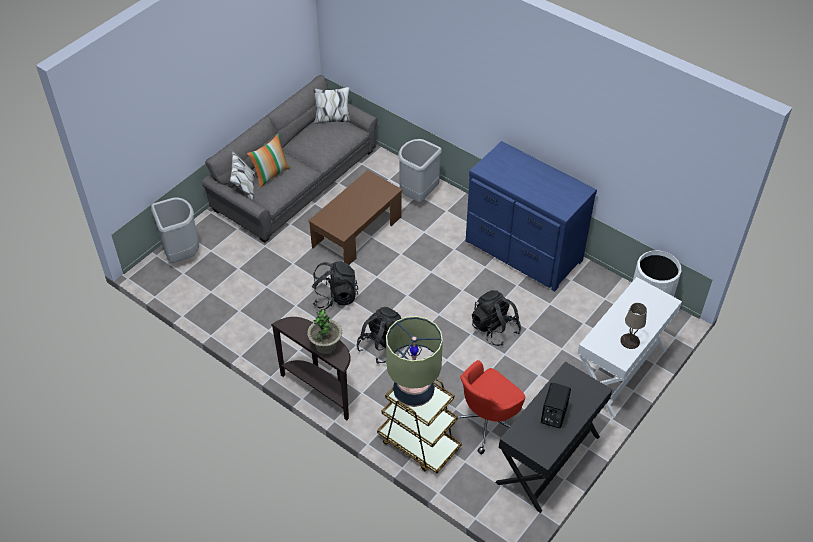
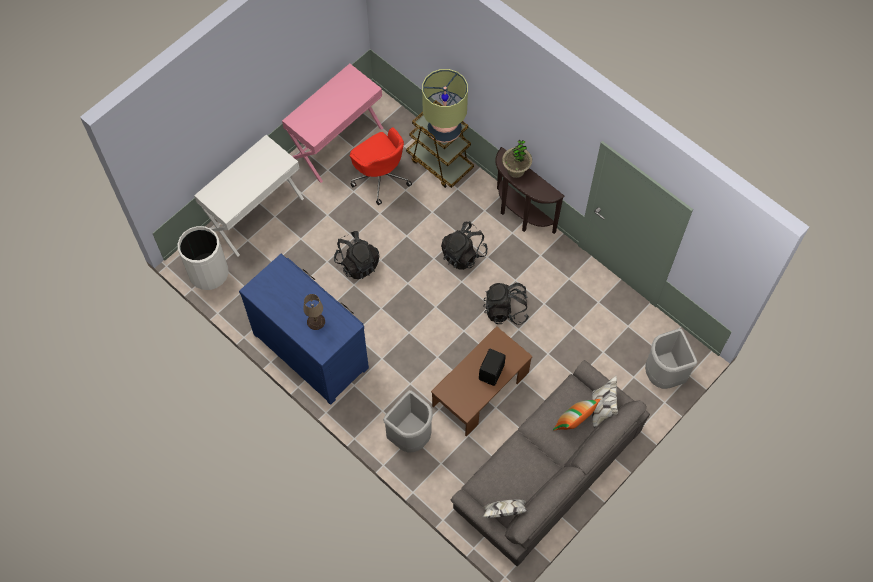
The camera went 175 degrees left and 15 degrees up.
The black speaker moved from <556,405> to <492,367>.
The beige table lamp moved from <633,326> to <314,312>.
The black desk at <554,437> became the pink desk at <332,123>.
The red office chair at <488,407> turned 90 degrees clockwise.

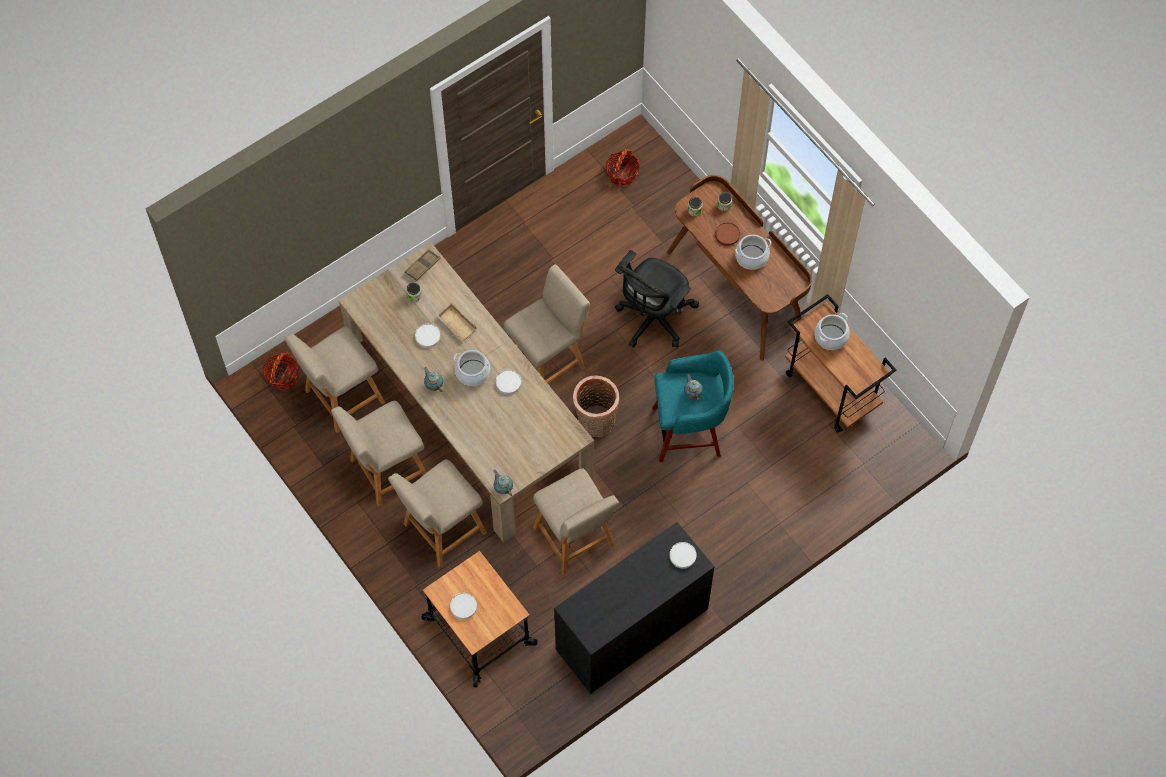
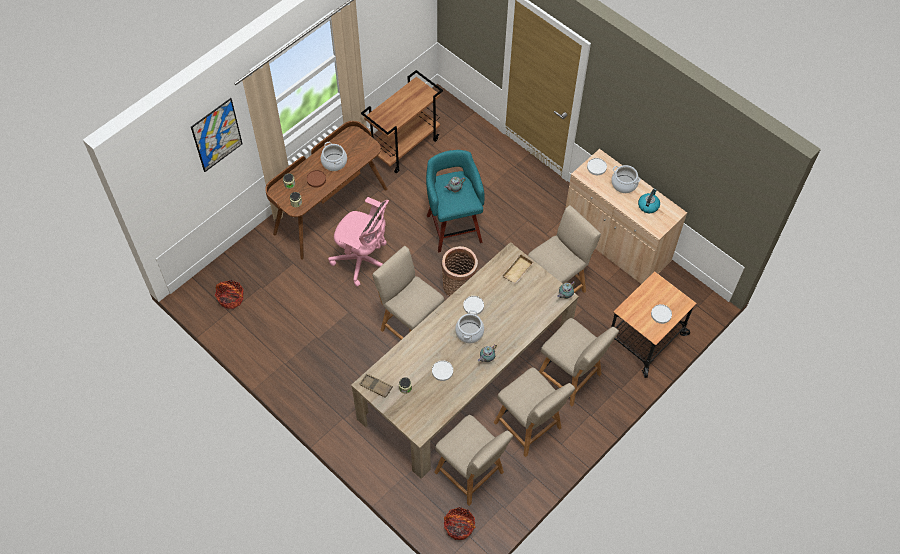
The camera went 100 degrees left and 5 degrees down.
The picture at <217,135> appeared.
The kettle at <649,200> appeared.
The beige tray moved from <457,322> to <518,269>.
The cooking pot moved from <832,331> to <626,179>.
The black cabinet at <634,608> became the beige cabinet at <626,216>.
The black office chair at <657,299> became the pink office chair at <358,242>.

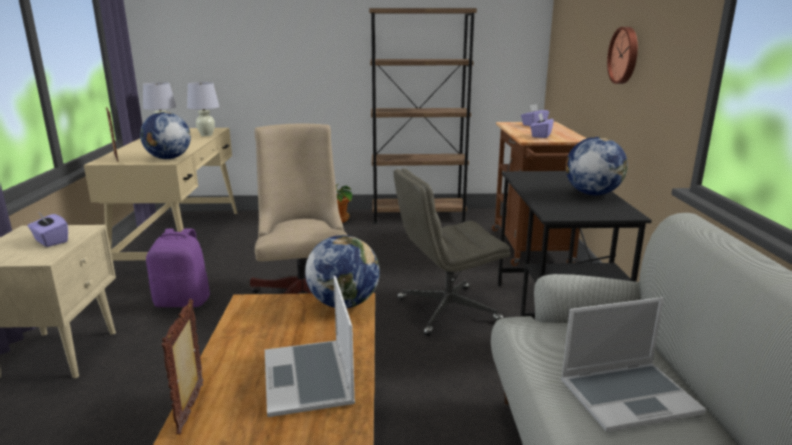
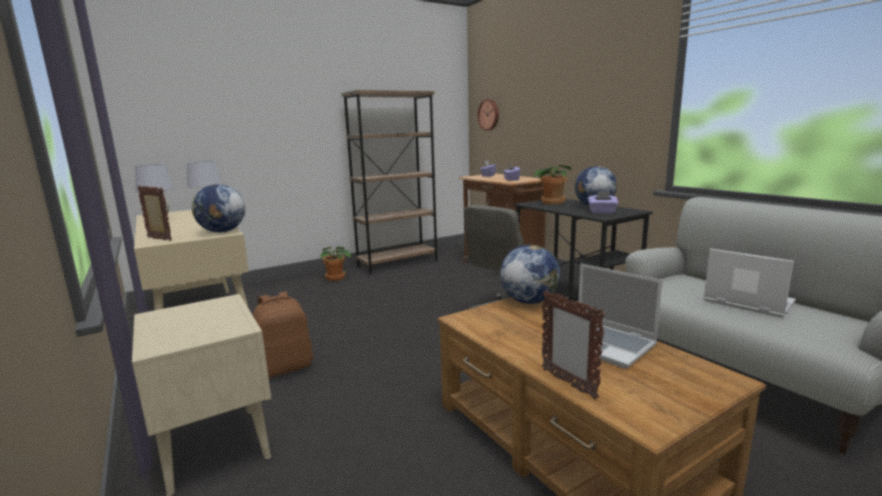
The camera went 30 degrees left and 5 degrees down.
The beige office chair at <298,209> disappeared.
The potted plant at <552,184> appeared.
The purple tissue box moved from <48,229> to <603,202>.
The wall clock moved from <622,55> to <488,115>.
The purple backpack at <178,267> became the brown backpack at <283,334>.
The laptop at <633,364> turned 90 degrees counterclockwise.

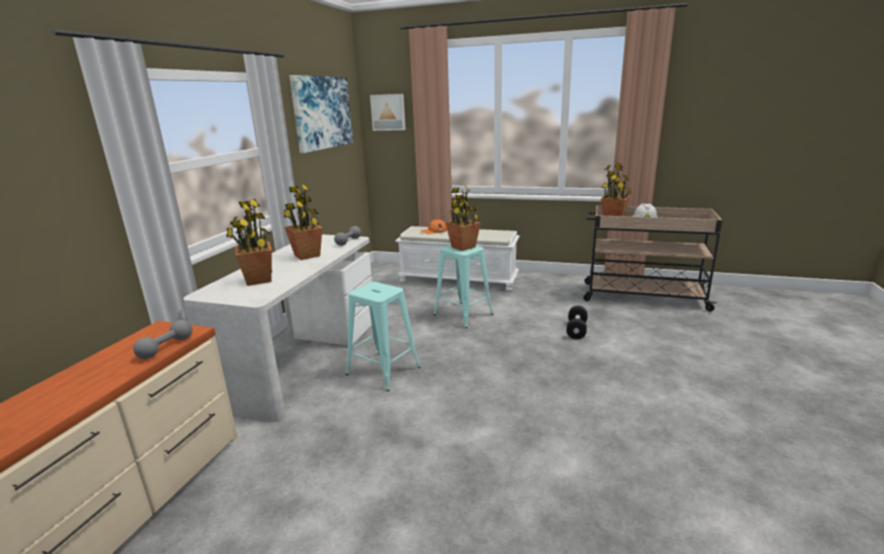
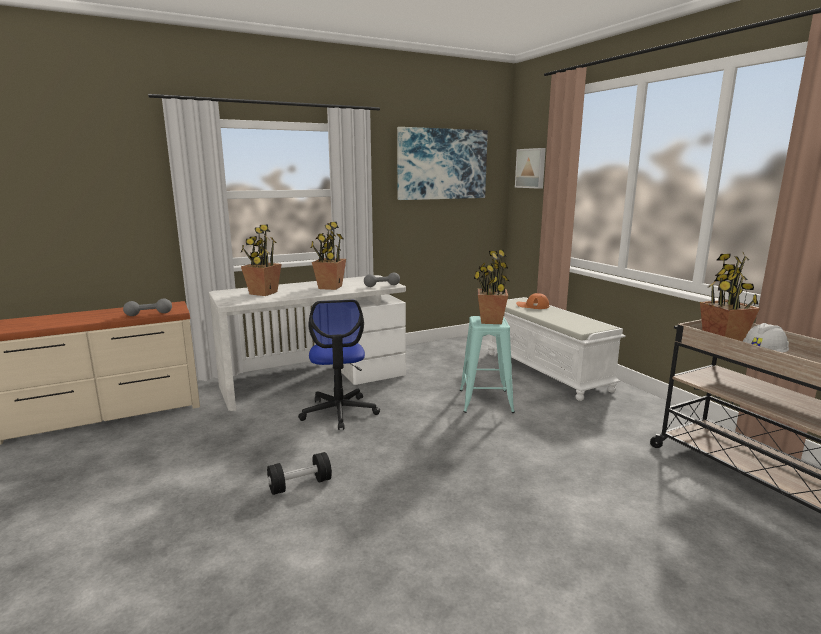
The camera went 45 degrees right and 5 degrees down.
The black dumbbell moved from <577,322> to <299,473>.
The turquoise stool at <382,336> was replaced by the office chair at <339,365>.

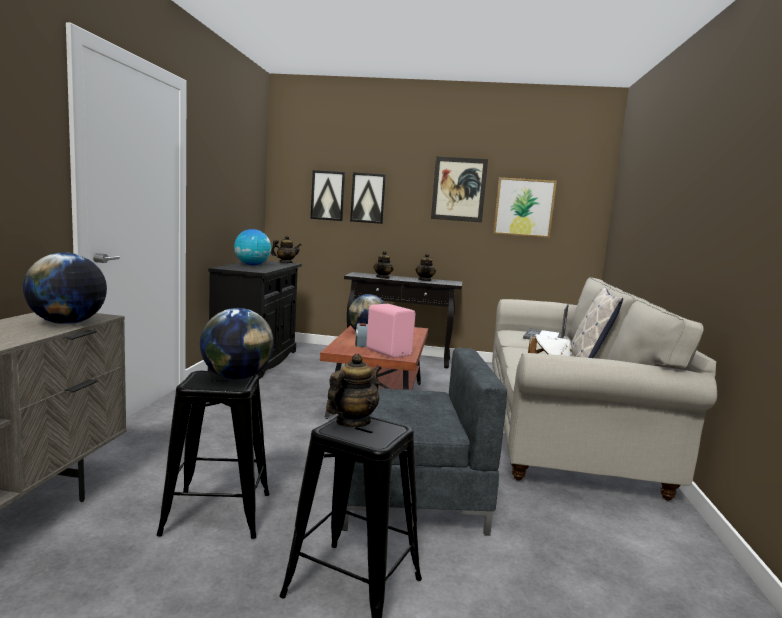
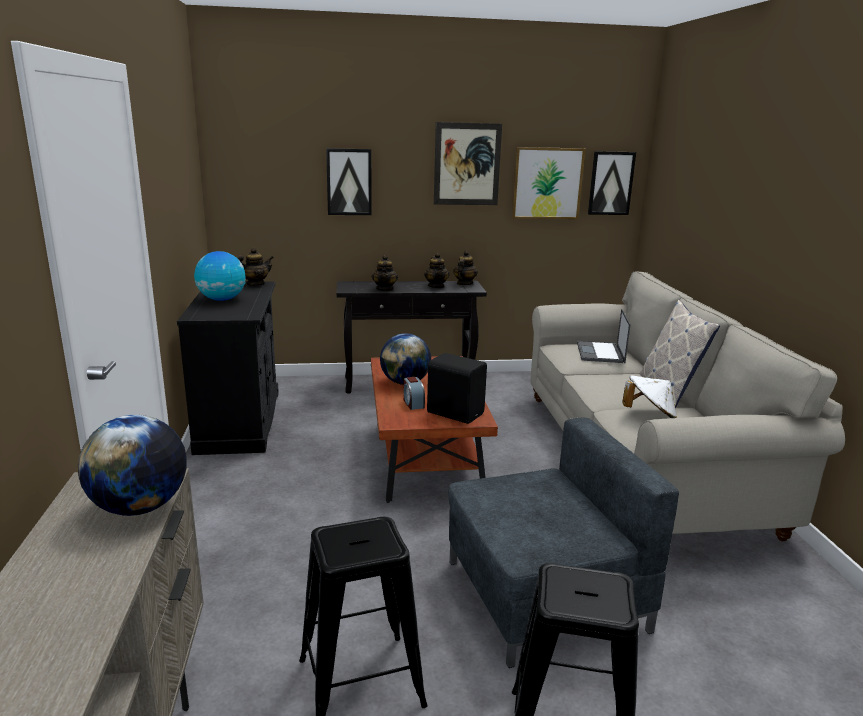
The camera went 15 degrees left and 10 degrees up.
The globe at <237,343> disappeared.
The picture moved from <328,195> to <612,183>.
The teapot moved from <354,390> to <465,268>.
The pink speaker at <390,331> became the black speaker at <457,388>.

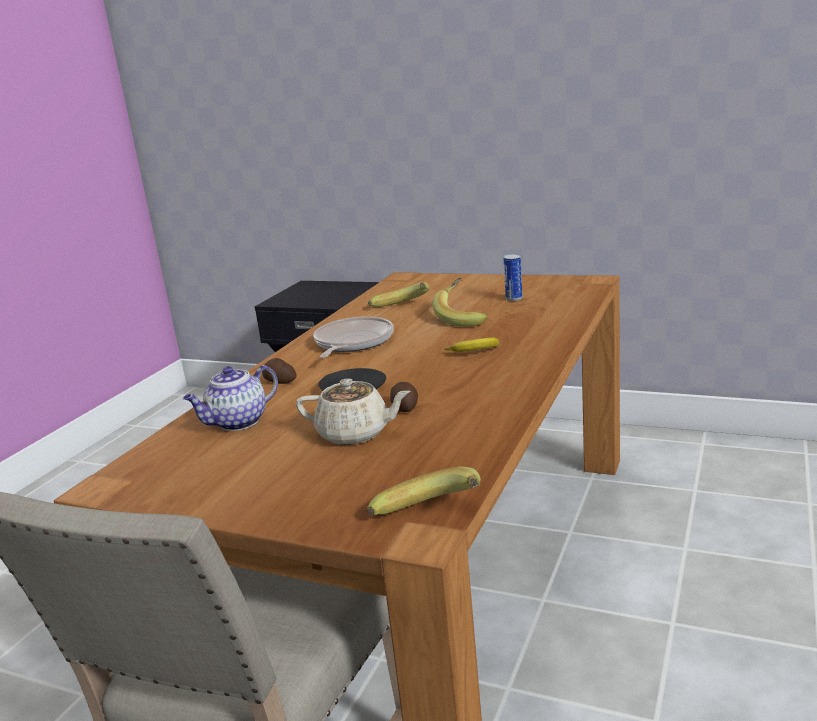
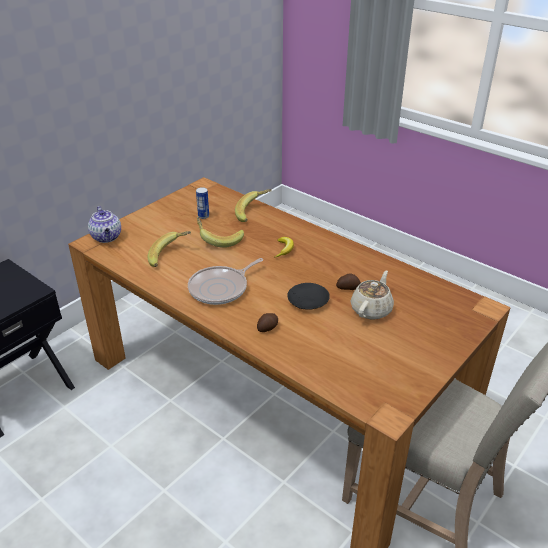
The camera went 75 degrees left and 15 degrees up.
The teapot moved from <230,398> to <104,224>.
The banana moved from <424,491> to <253,205>.
The frying pan at <353,337> turned 75 degrees counterclockwise.

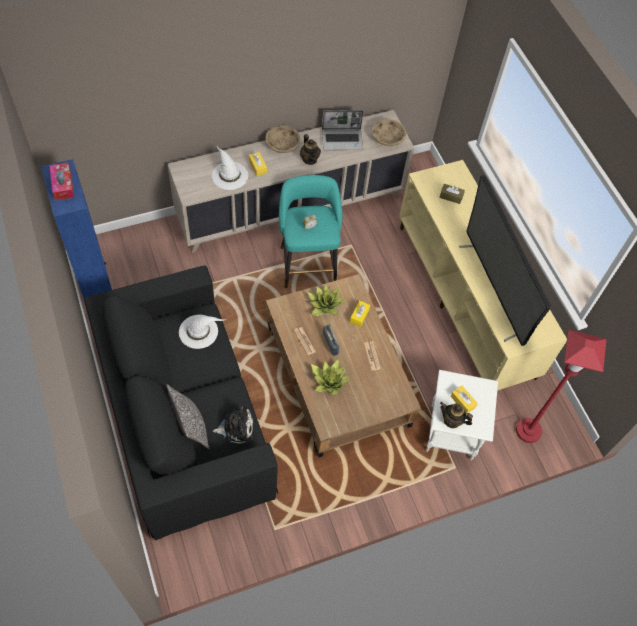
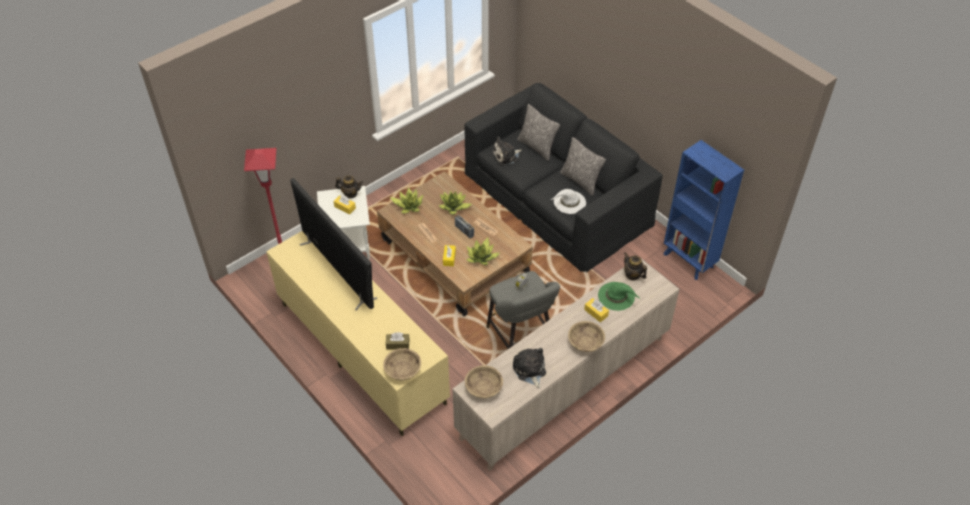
The camera went 165 degrees right and 10 degrees down.
The tissue box at <61,181> disappeared.
The beige bowl at <402,364> appeared.
The potted plant at <406,201> appeared.
The pillow at <583,166> appeared.
The teapot moved from <310,149> to <635,266>.
The laptop at <342,130> was replaced by the plush toy at <529,368>.
The white hat at <230,168> became the green hat at <619,296>.
The turquoise stool at <310,231> became the grey stool at <523,310>.

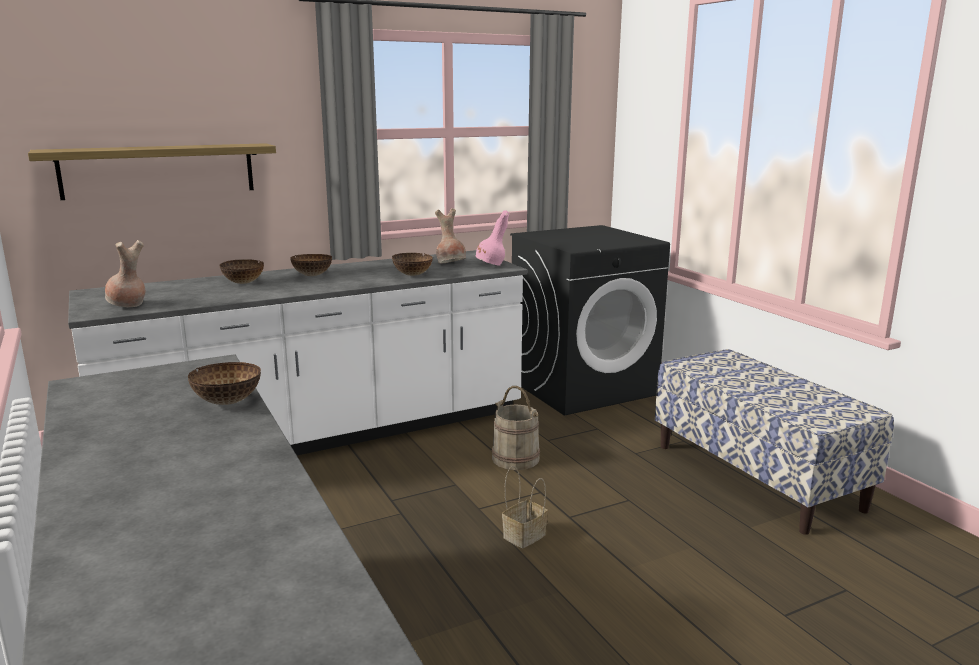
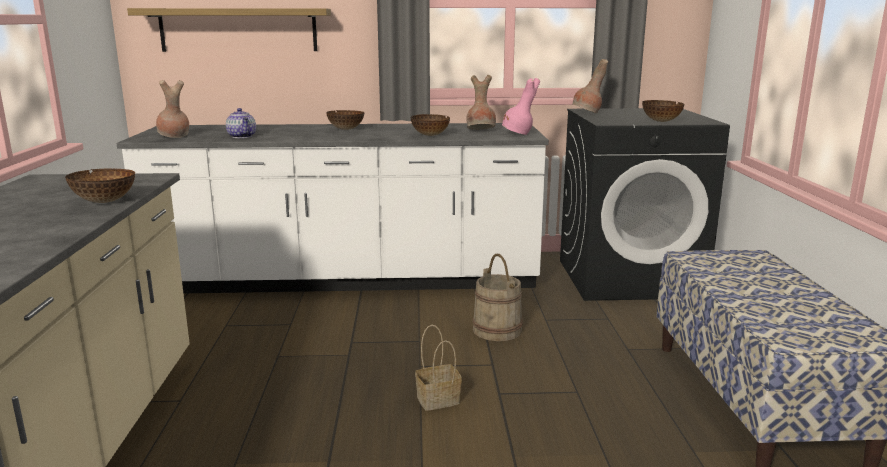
The camera went 25 degrees right and 0 degrees up.
The teapot at <241,123> appeared.
The brown vase at <590,86> appeared.
The bowl moved from <242,271> to <663,111>.

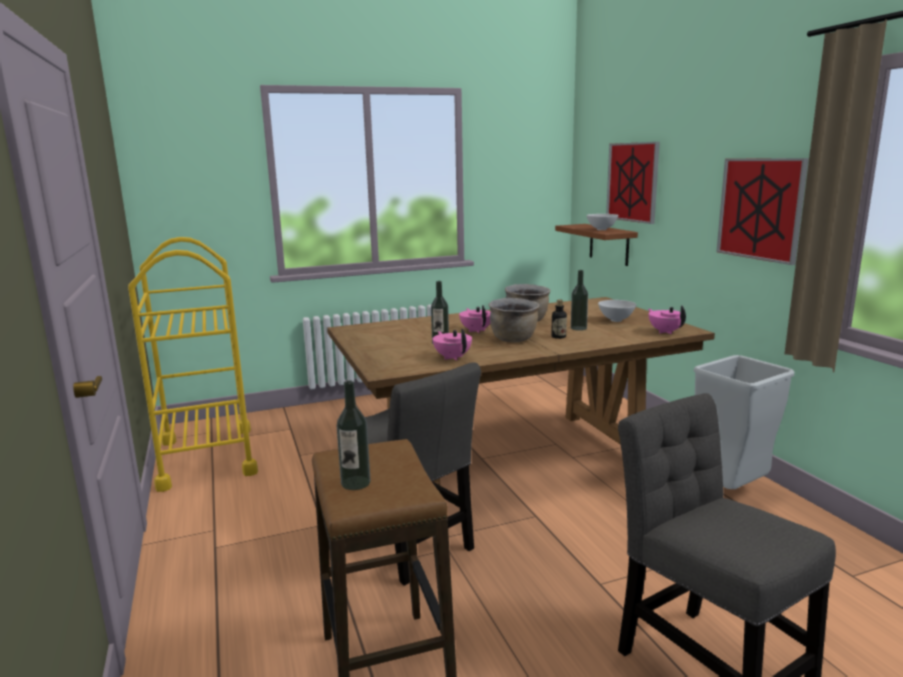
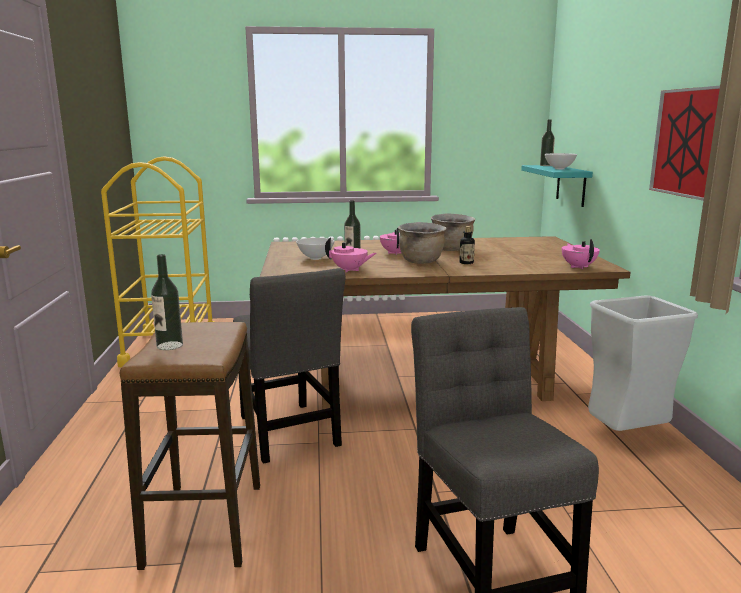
The camera went 15 degrees right and 0 degrees up.
The picture at <633,183> disappeared.
The bottle moved from <579,300> to <547,142>.
The white bowl moved from <617,311> to <315,249>.
The brown shelf at <596,245> became the turquoise shelf at <557,186>.
The pink teapot at <452,344> turned 120 degrees clockwise.

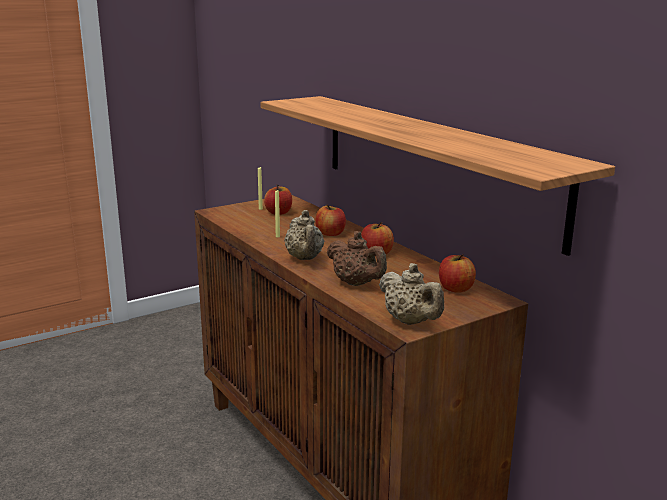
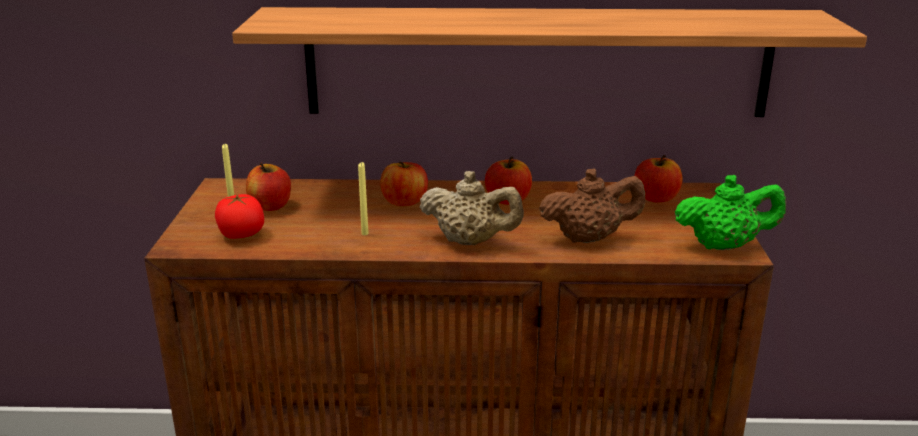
The camera went 55 degrees left and 5 degrees up.
The tomato at <239,216> appeared.
The beige teapot at <411,294> became the green teapot at <730,212>.

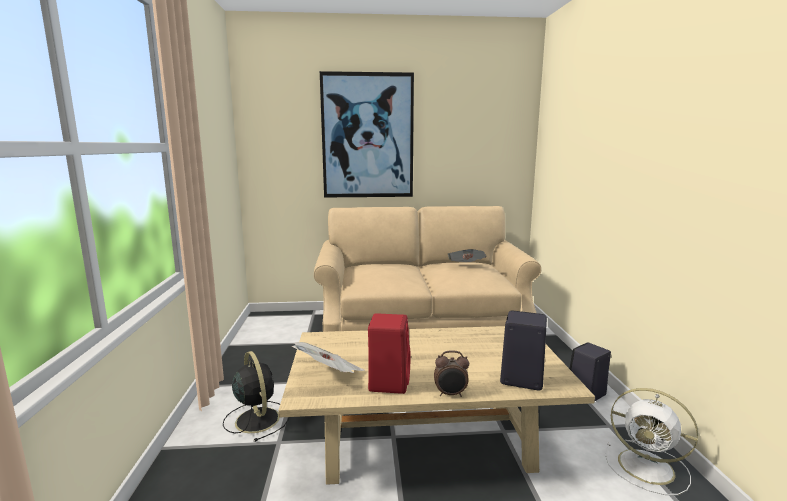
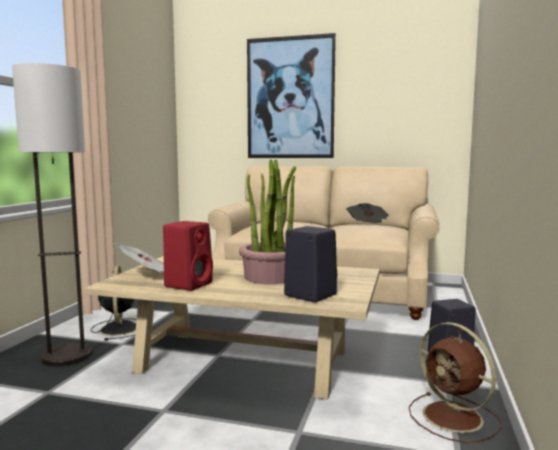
The camera went 20 degrees right and 5 degrees down.
The alarm clock at <451,374> disappeared.
The floor lamp at <52,214> appeared.
The potted plant at <267,221> appeared.
The white fan at <652,441> became the brown fan at <455,382>.

